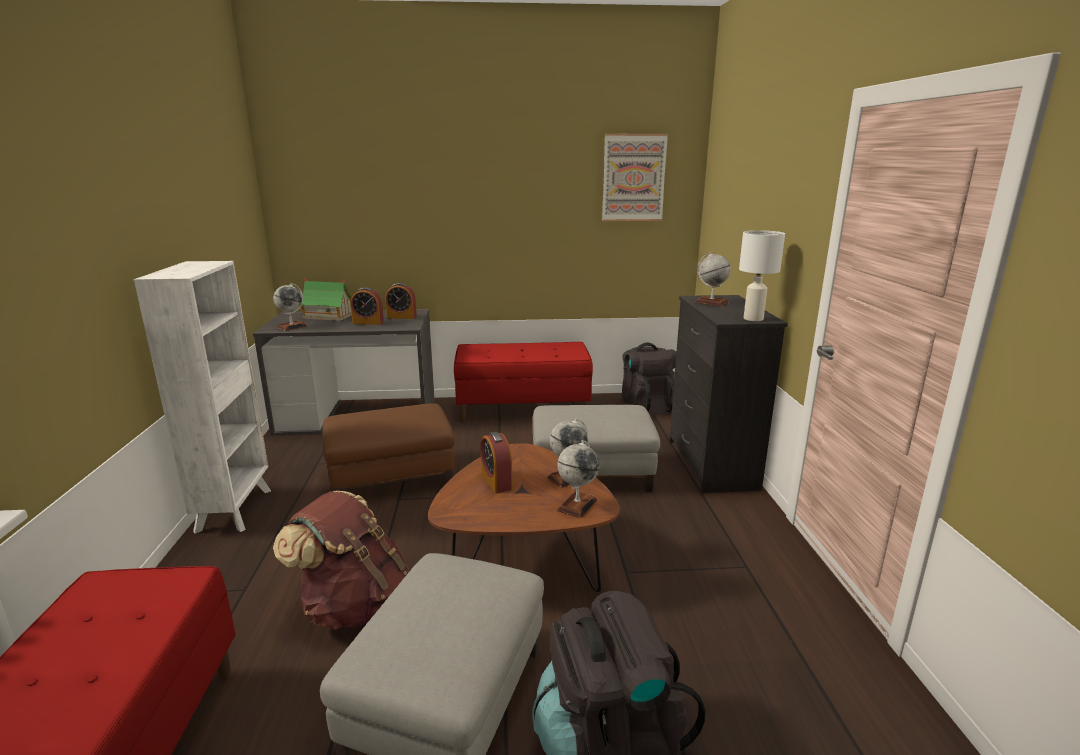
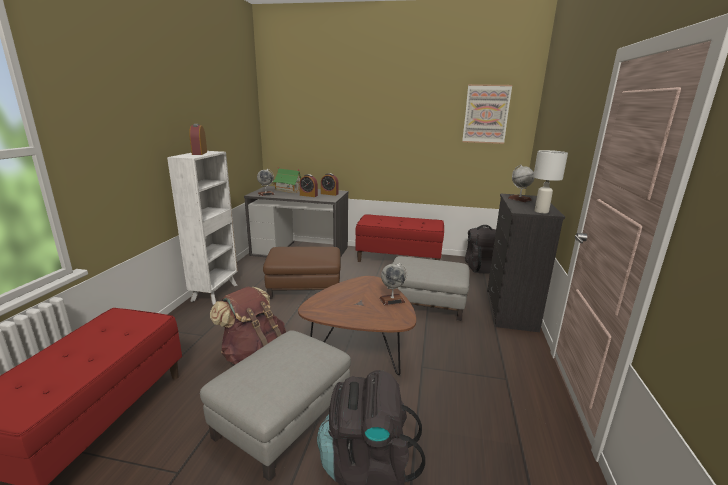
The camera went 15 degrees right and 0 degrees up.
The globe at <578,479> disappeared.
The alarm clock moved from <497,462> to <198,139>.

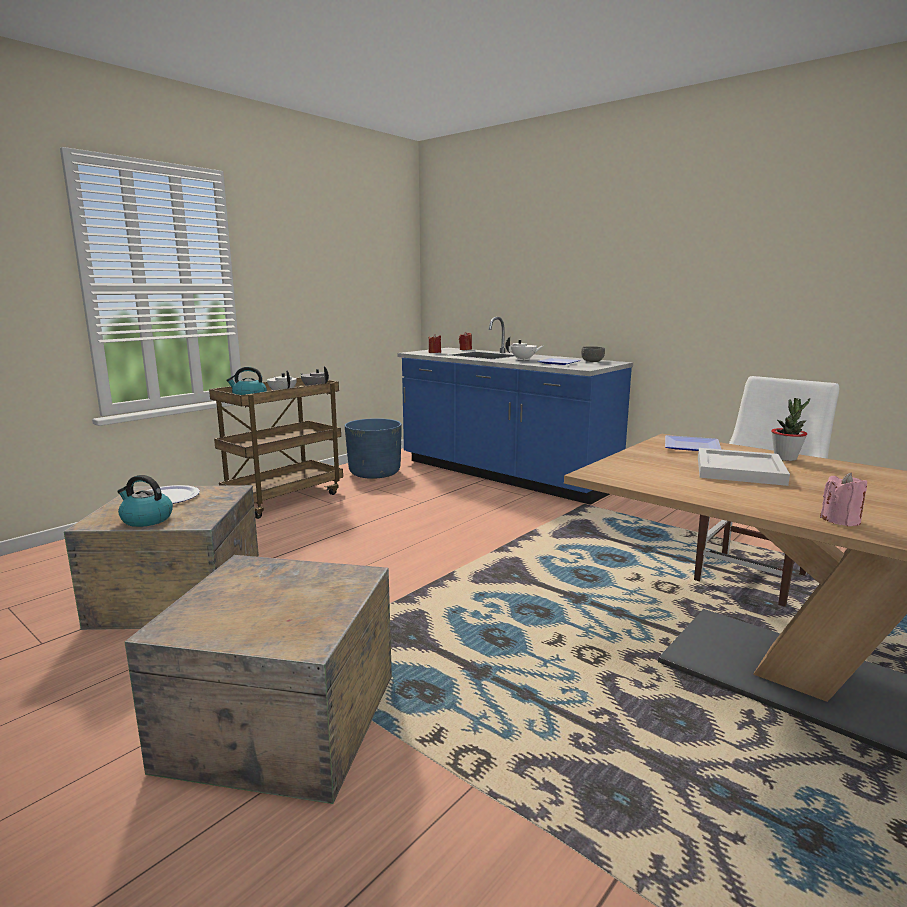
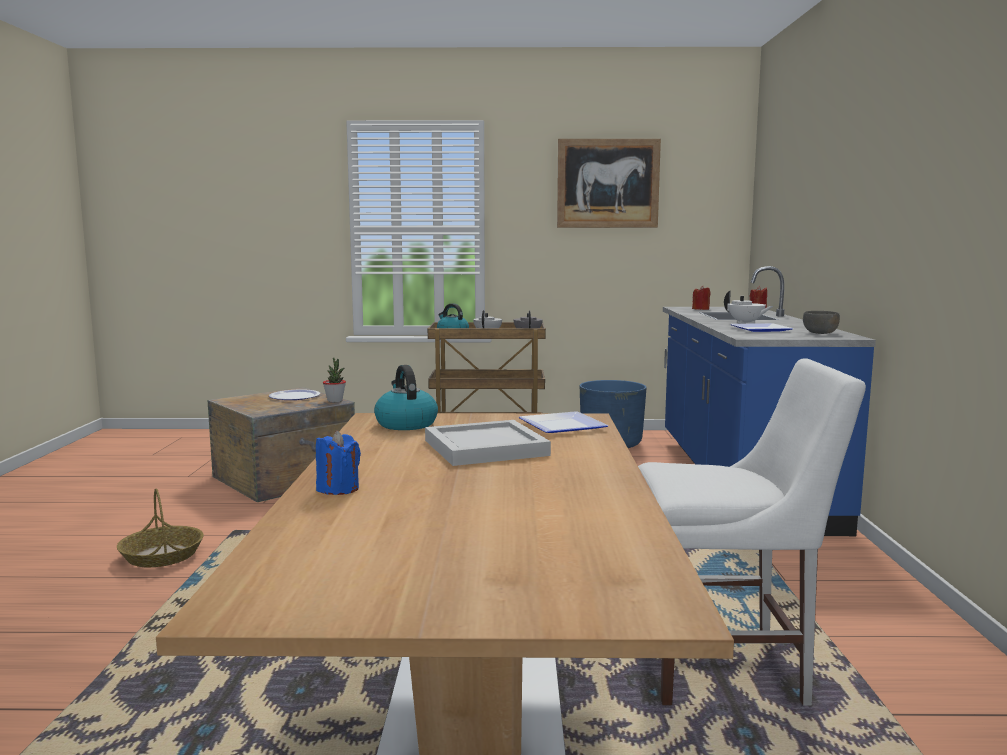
The camera went 50 degrees right and 5 degrees down.
The picture at <609,183> appeared.
The kettle moved from <145,501> to <406,397>.
The potted plant moved from <790,429> to <334,380>.
The crate at <258,679> was replaced by the basket at <160,527>.
The pink candle at <843,499> became the blue candle at <338,463>.

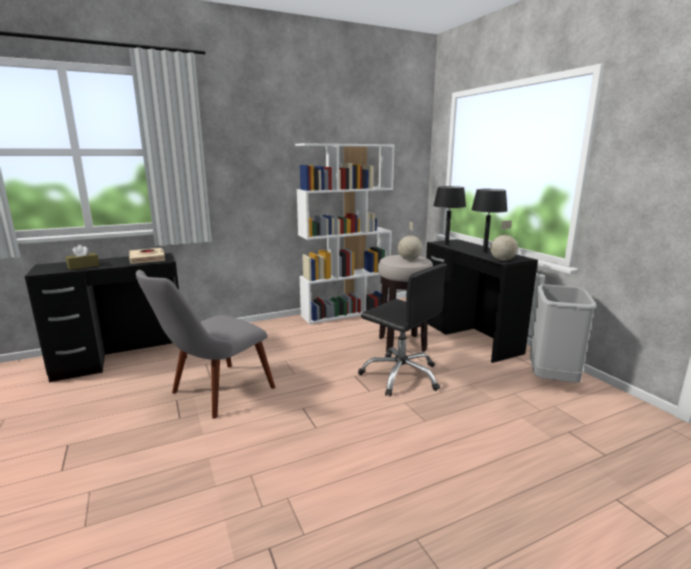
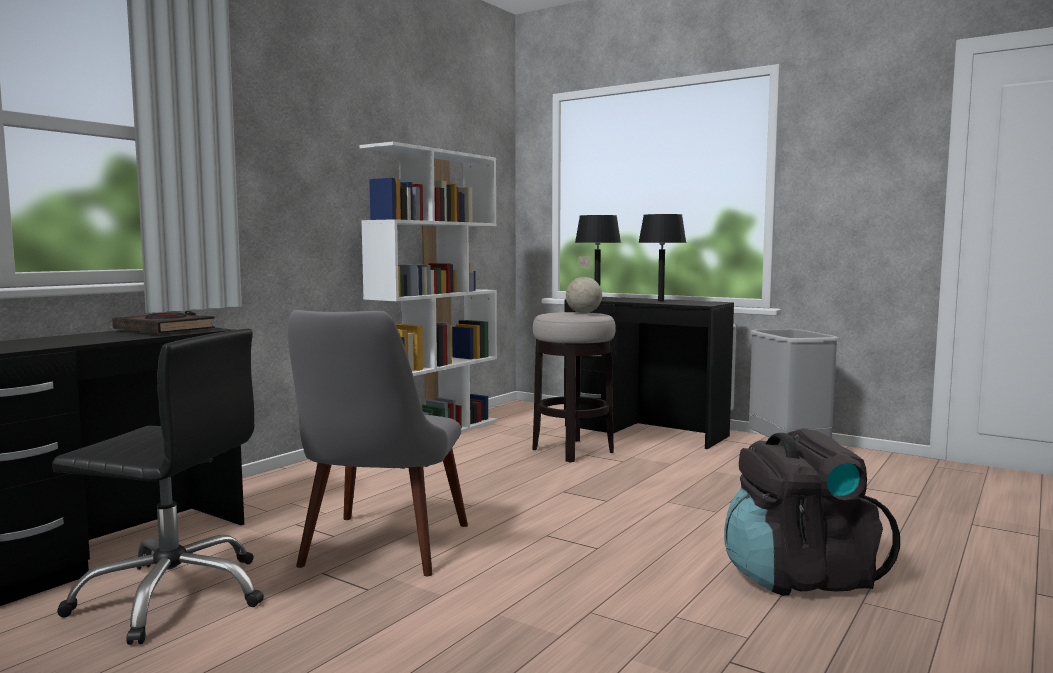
The camera went 30 degrees left and 10 degrees down.
The brown tissue box at <82,257> disappeared.
The globe at <504,240> disappeared.
The black backpack at <812,512> appeared.
The black office chair moved from <402,330> to <158,487>.
The beige book at <147,256> became the black book at <163,322>.

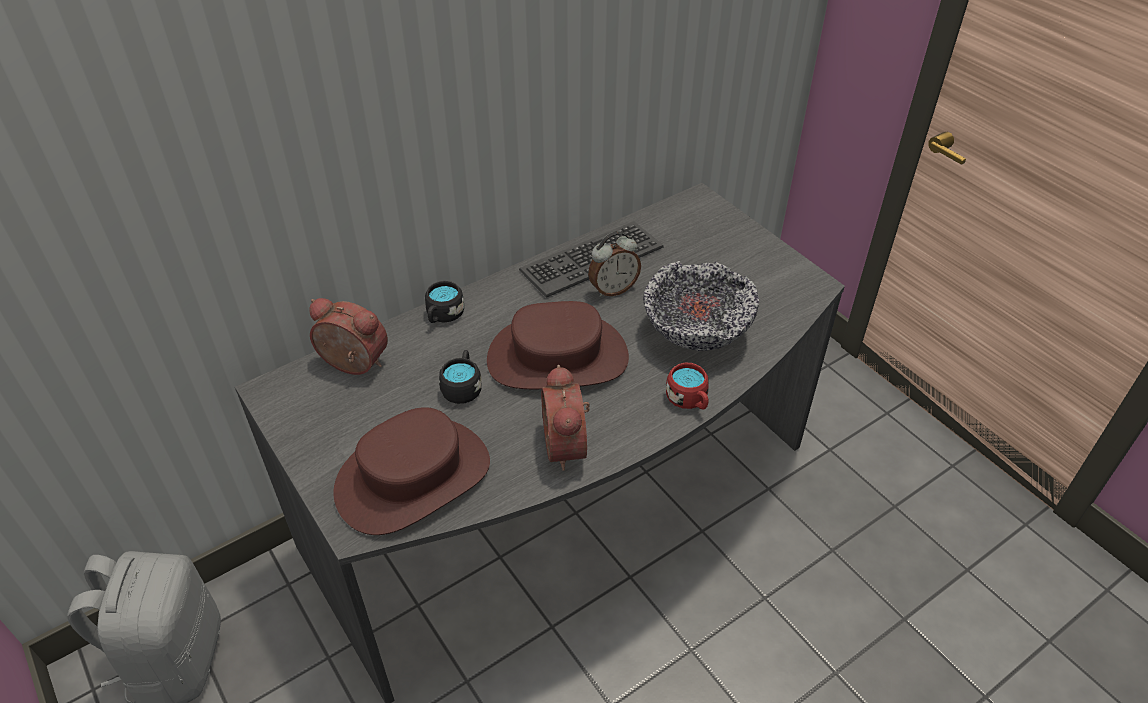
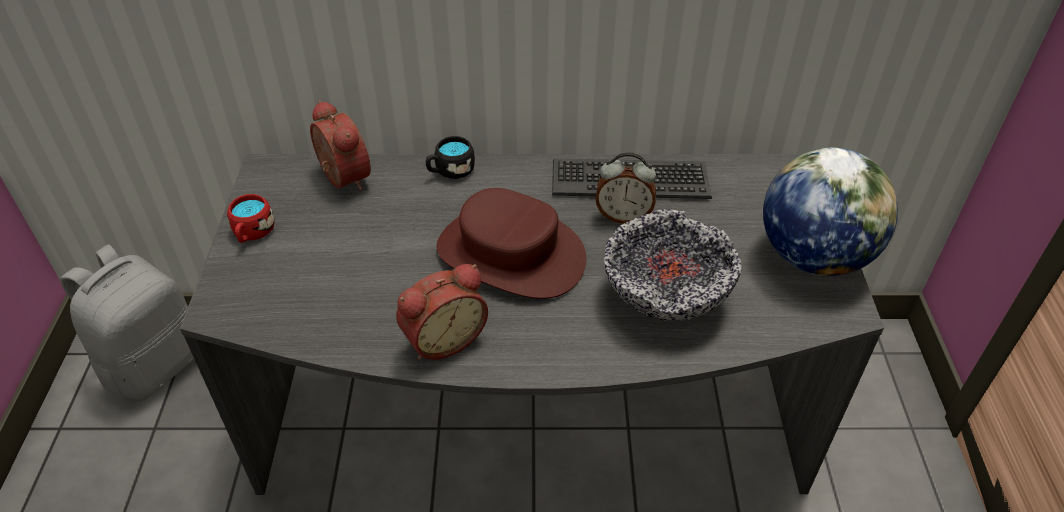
The camera went 35 degrees right and 0 degrees up.
The brown hat at <412,471> disappeared.
The black mug at <460,377> disappeared.
The globe at <830,212> appeared.
The red mug moved from <687,386> to <250,218>.
The alarm clock at <565,418> turned 150 degrees counterclockwise.

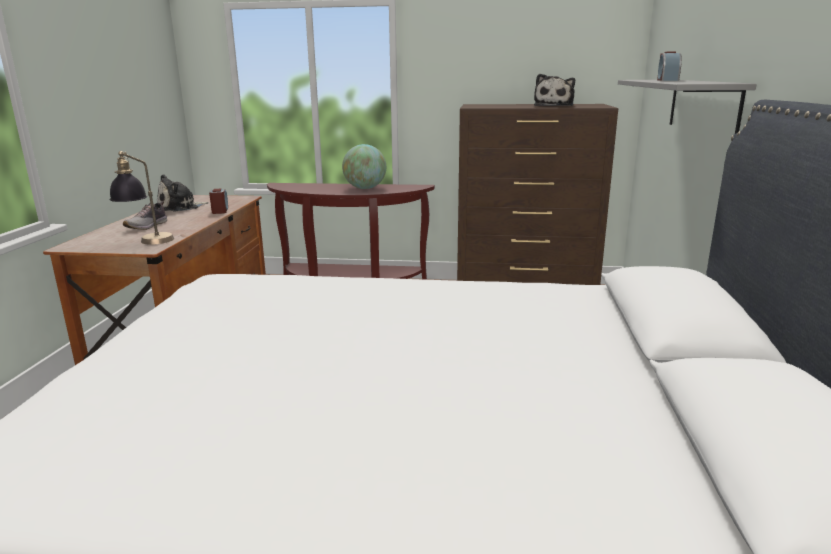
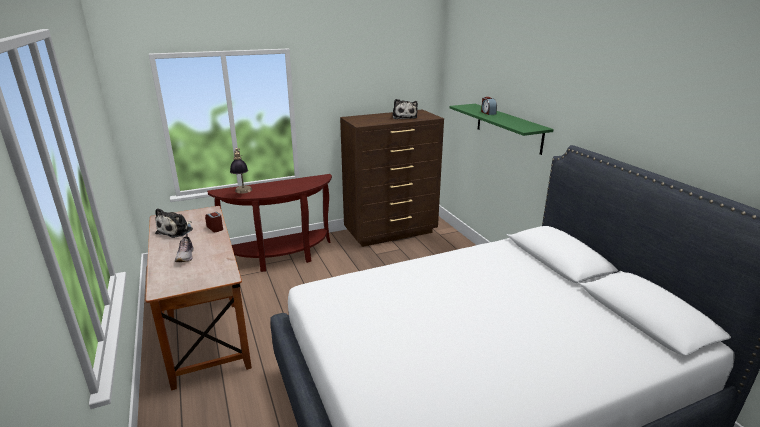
The camera went 30 degrees left and 5 degrees up.
The globe at <364,166> disappeared.
The table lamp moved from <142,198> to <241,171>.
The grey shelf at <687,107> became the green shelf at <501,129>.

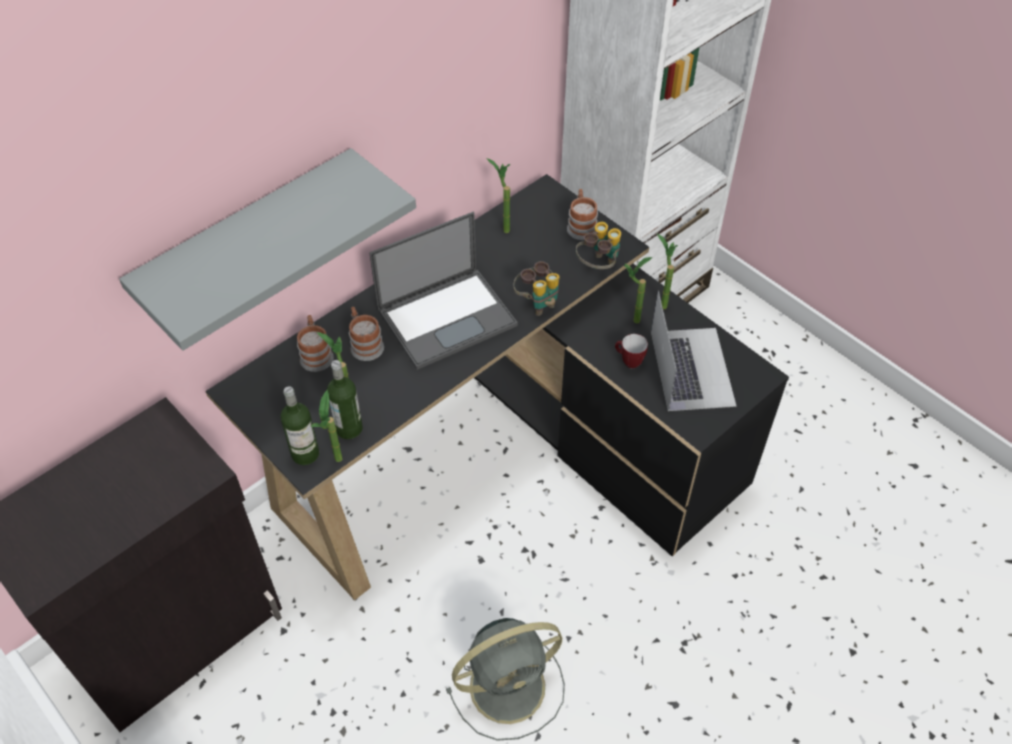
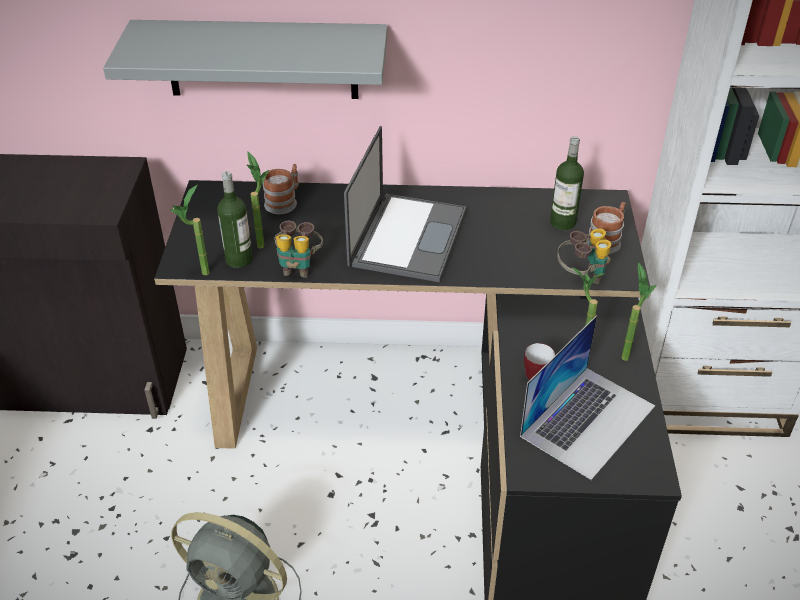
The camera went 45 degrees right and 10 degrees down.
The mug at <366,334> disappeared.
The potted plant at <498,195> disappeared.
The bottle moved from <300,425> to <567,183>.
The binoculars moved from <536,288> to <298,249>.
The laptop at <443,291> turned 90 degrees counterclockwise.

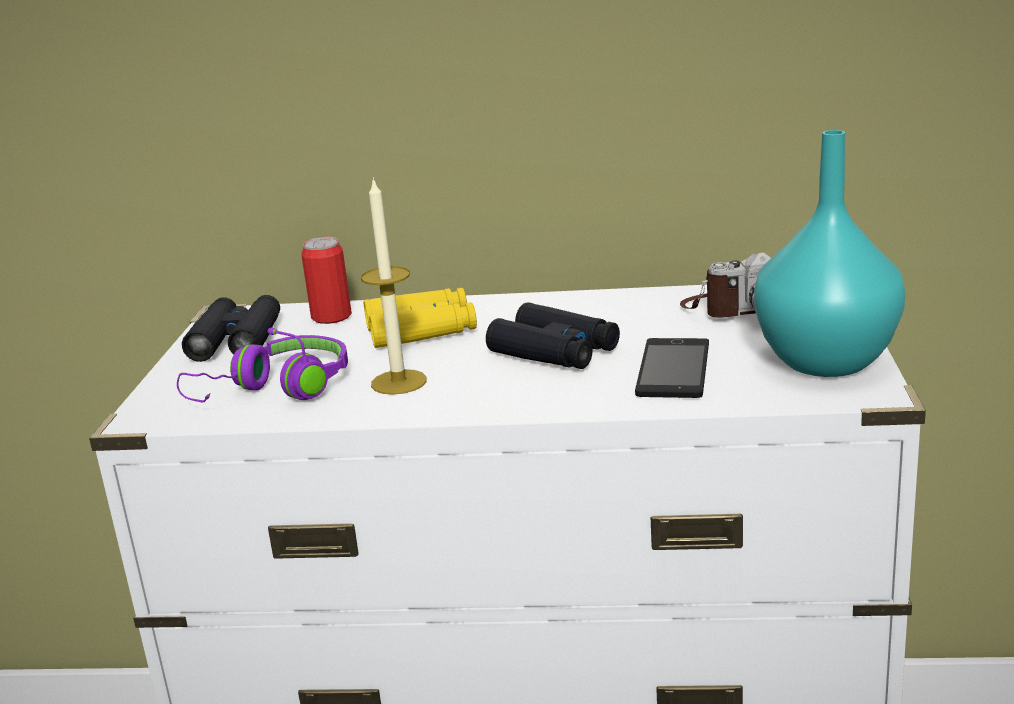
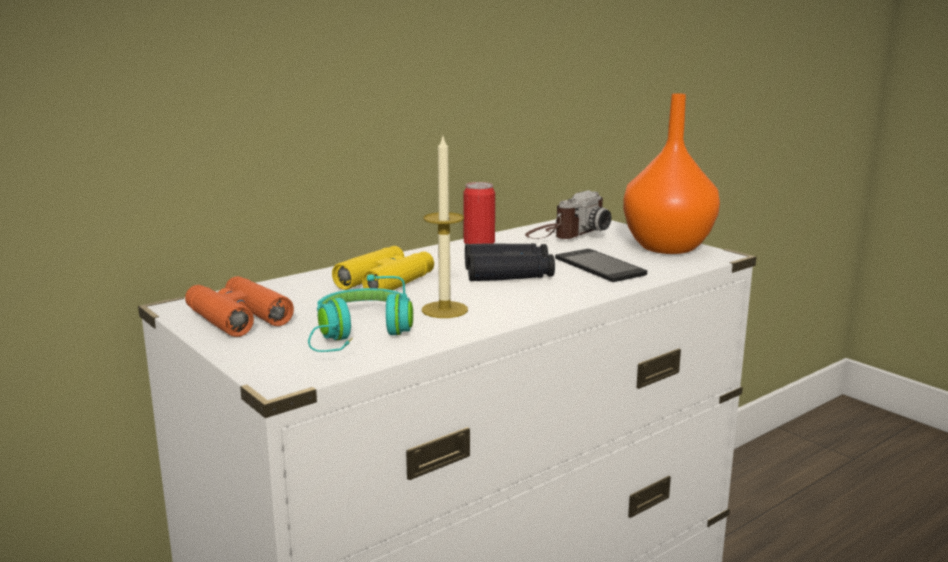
The camera went 45 degrees left and 5 degrees down.
The can moved from <327,280> to <479,213>.
The purple headphones at <262,365> became the turquoise headphones at <360,313>.
The black binoculars at <231,328> became the orange binoculars at <239,306>.
The turquoise vase at <830,253> became the orange vase at <671,173>.

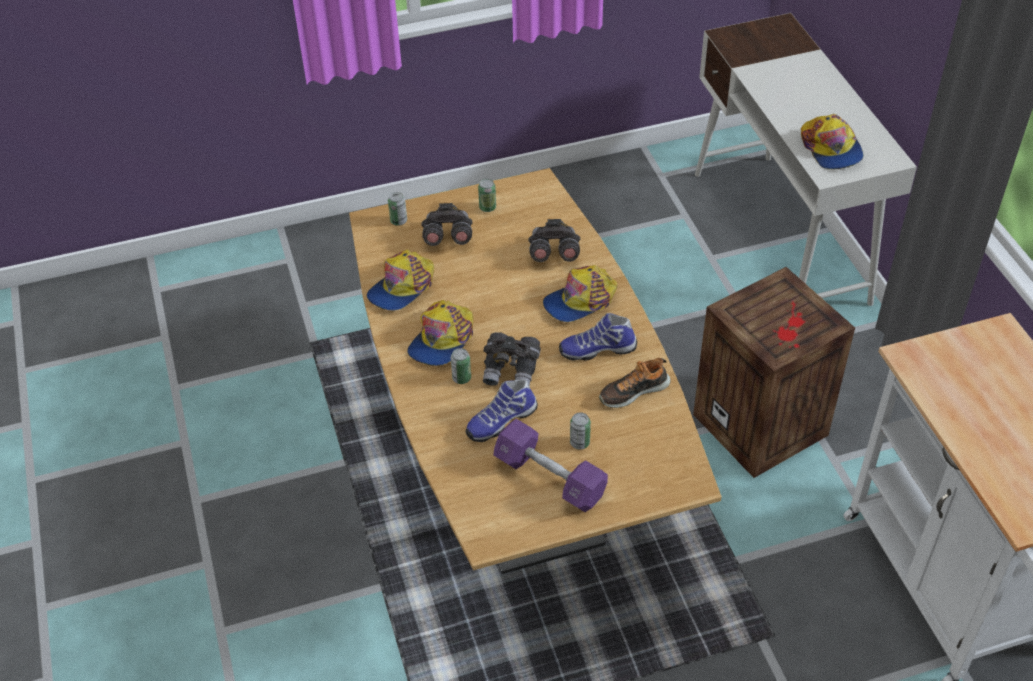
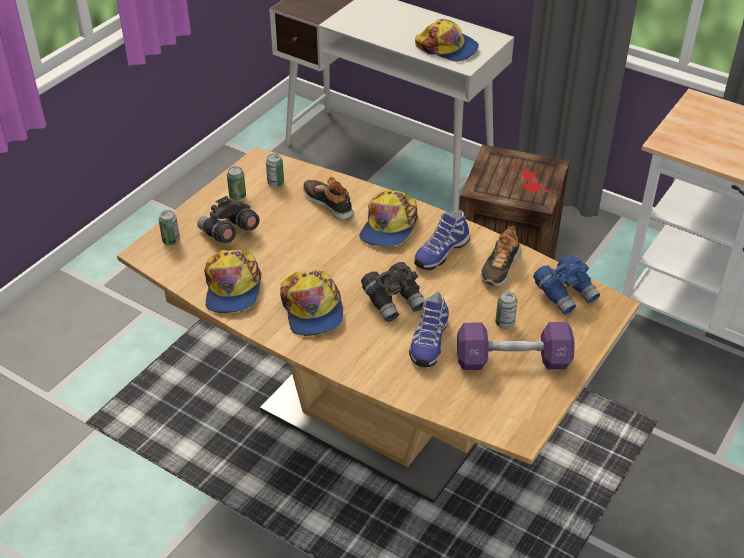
The camera went 40 degrees left and 5 degrees down.
The blue binoculars at <566,285> appeared.
The can moved from <461,366> to <275,170>.
The grey binoculars at <554,240> was replaced by the shoe at <328,199>.

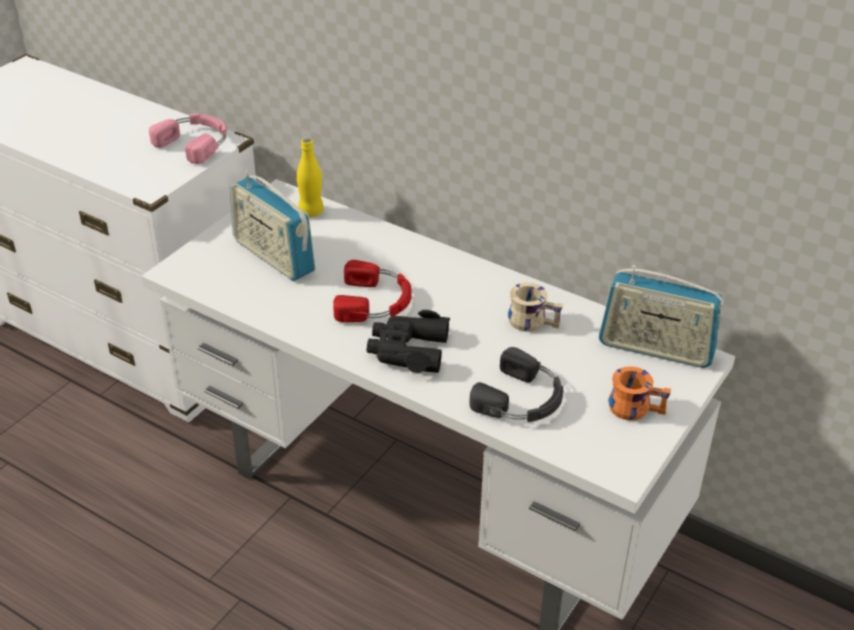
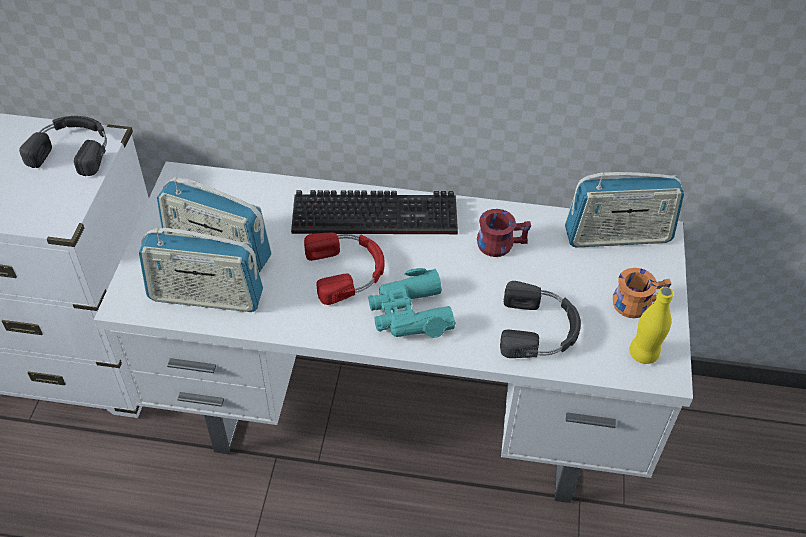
The camera went 25 degrees left and 10 degrees up.
The radio at <201,270> appeared.
The keyboard at <374,212> appeared.
The yellow bottle moved from <310,177> to <651,325>.
The pink headphones at <188,139> became the black headphones at <63,146>.
The black binoculars at <408,341> became the turquoise binoculars at <412,303>.
The beige mug at <535,307> became the red mug at <504,233>.

